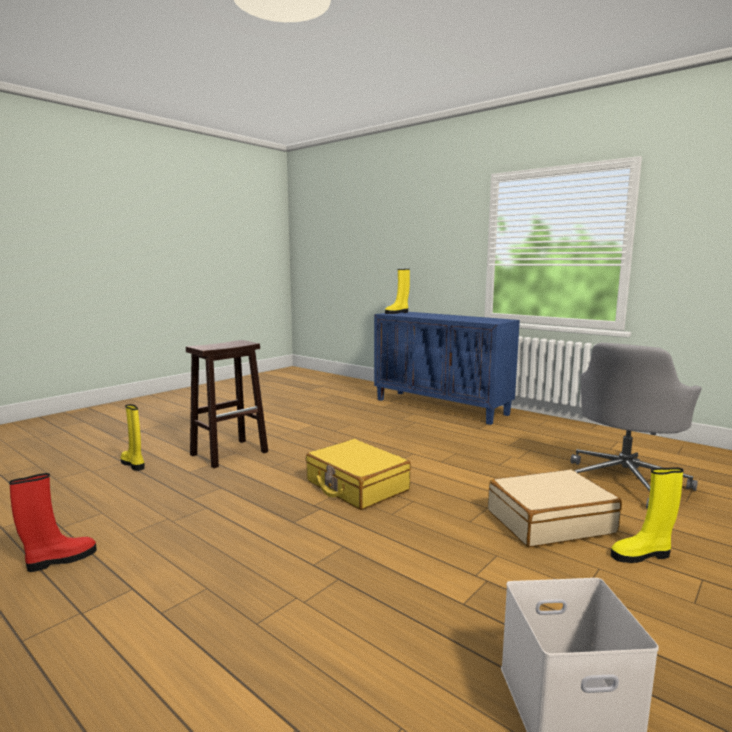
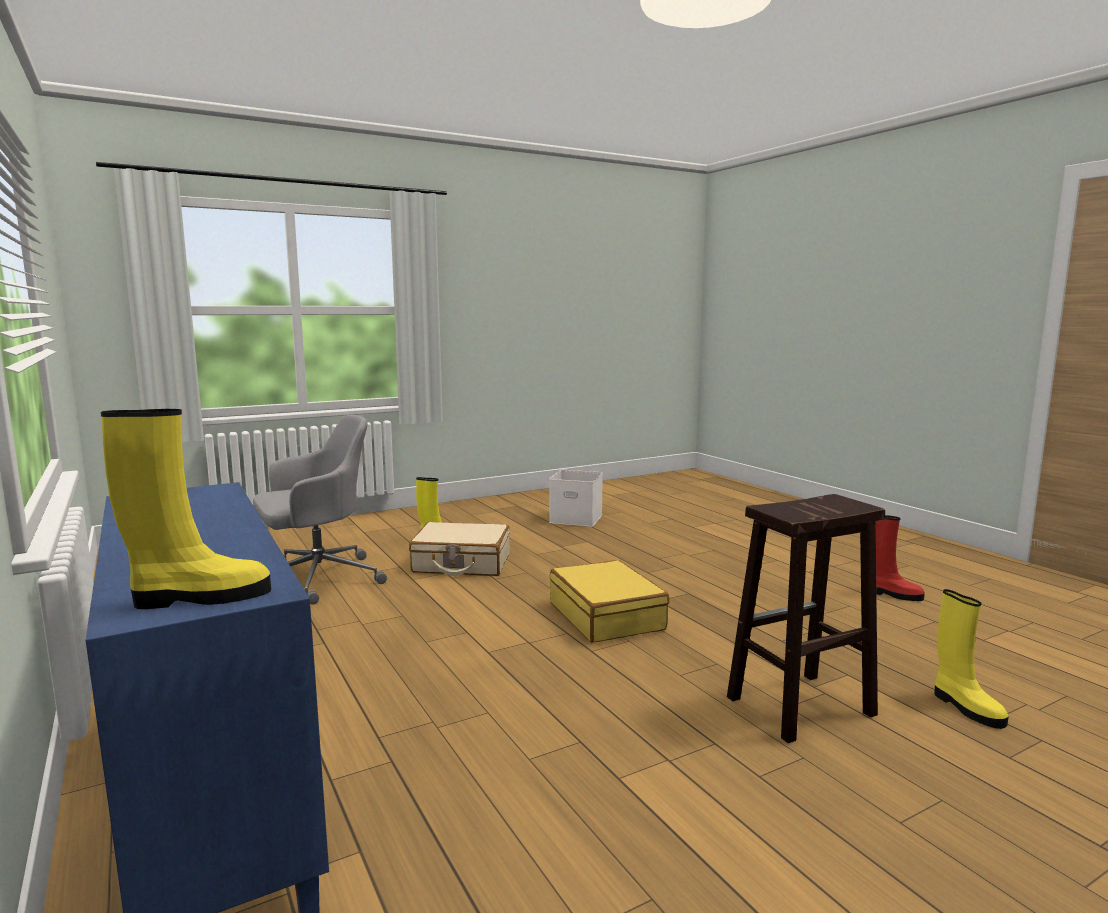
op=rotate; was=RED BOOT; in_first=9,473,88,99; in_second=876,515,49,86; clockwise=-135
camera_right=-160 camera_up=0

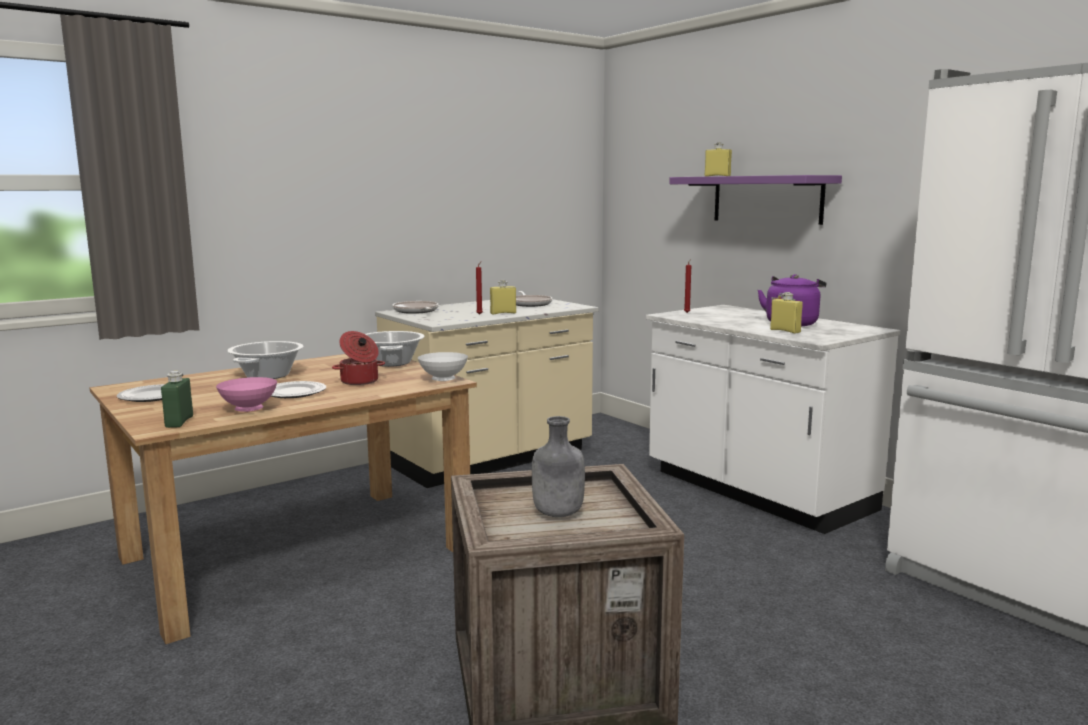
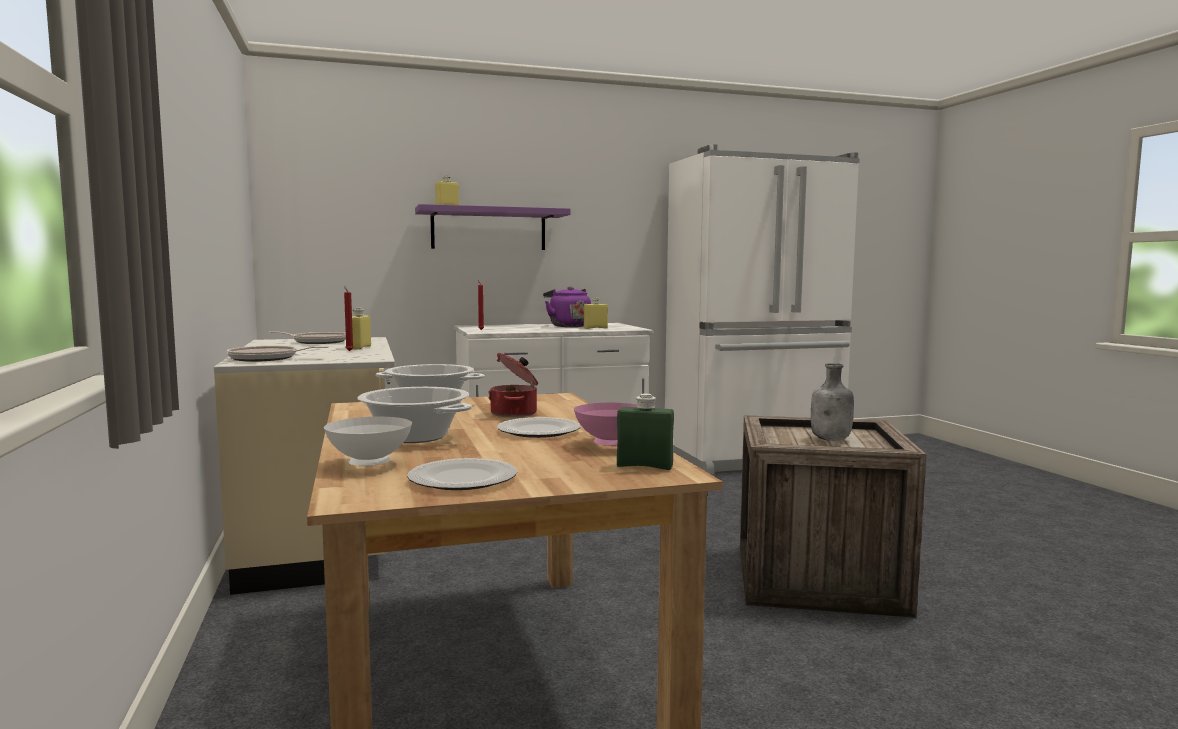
op=move; was=WHITE BOWL; in_first=418,352,50,29; in_second=324,417,88,49
camera_right=-70 camera_up=-5

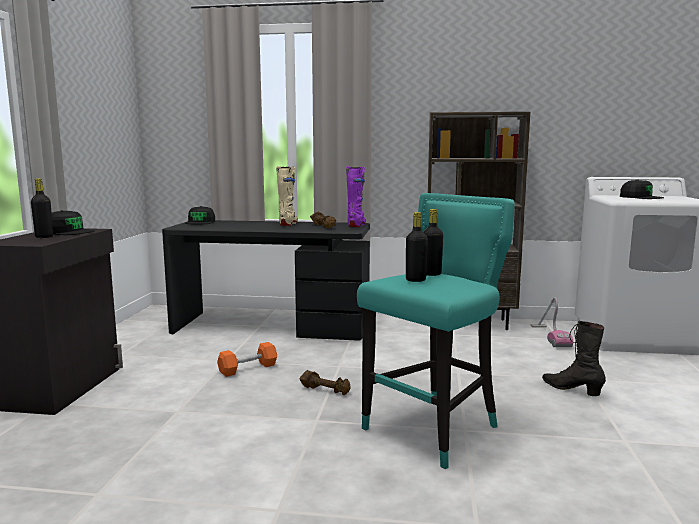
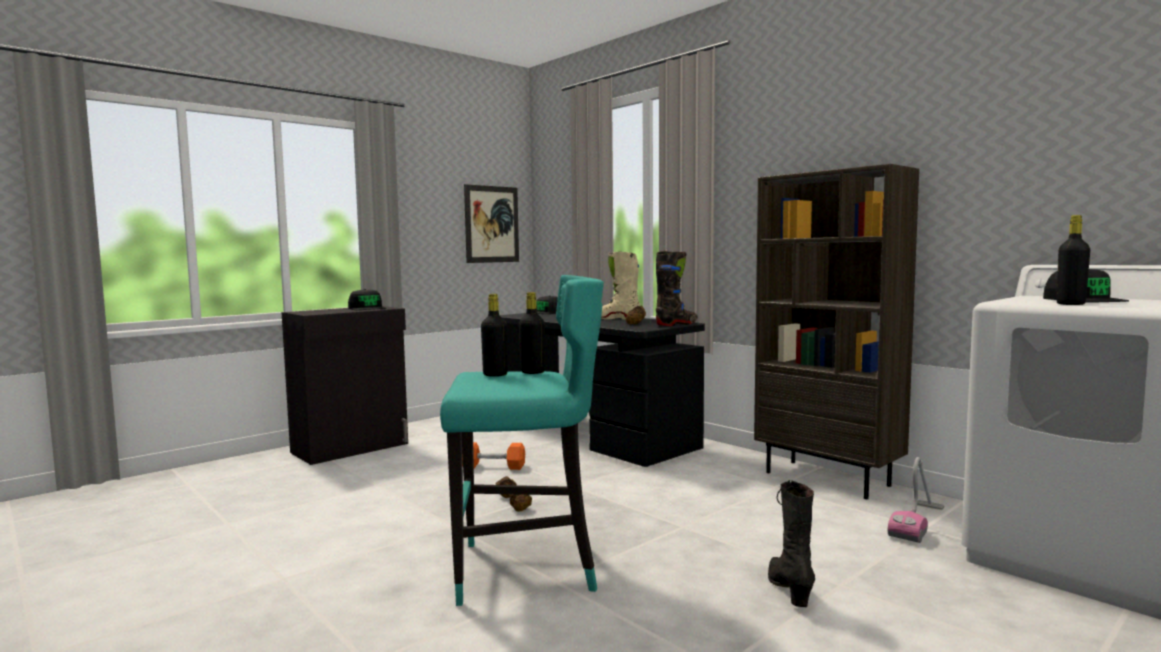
op=rotate; was=BEIGE BOOT; in_first=276,166,22,60; in_second=601,252,39,68; clockwise=-120
op=recolor; was=PURPLE BOOT; now=BLACK BOOT; in_first=346,166,20,61; in_second=656,251,42,75
op=move; was=BLACK BOTTLE; in_first=31,179,22,59; in_second=1056,215,34,90
op=insert; now=PICTURE; in_second=464,184,55,79
camera_right=40 camera_up=-5

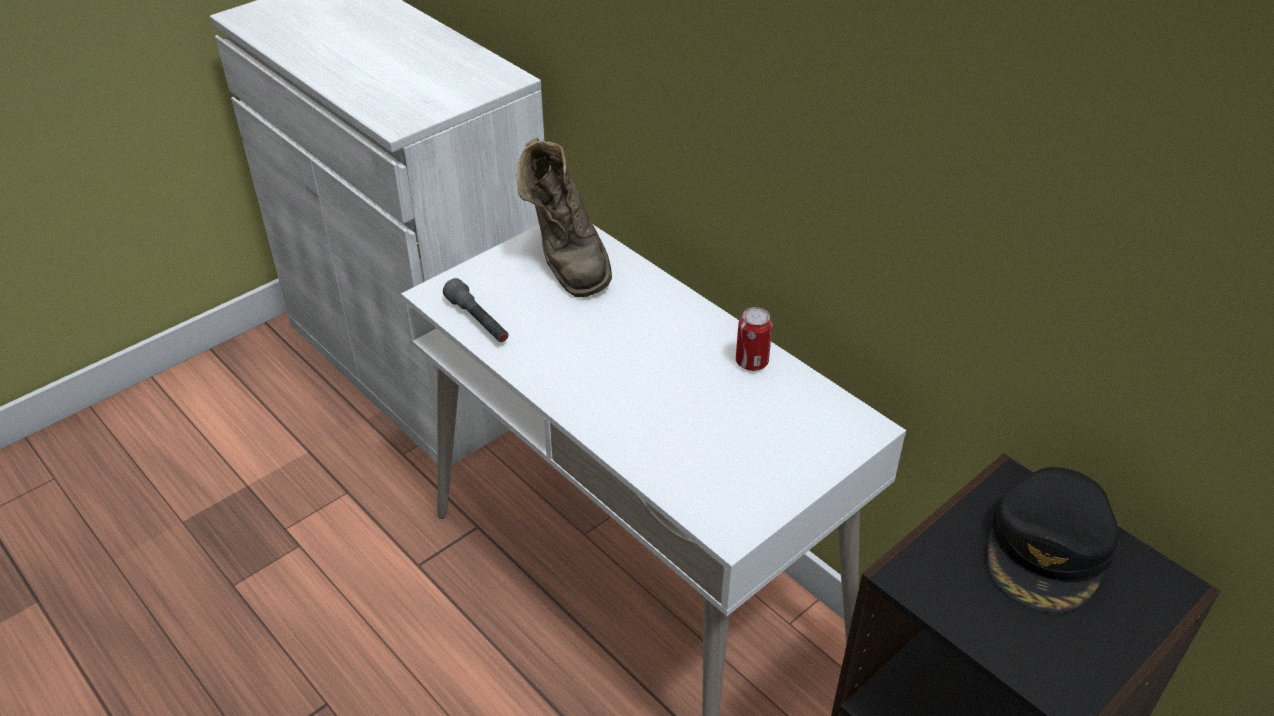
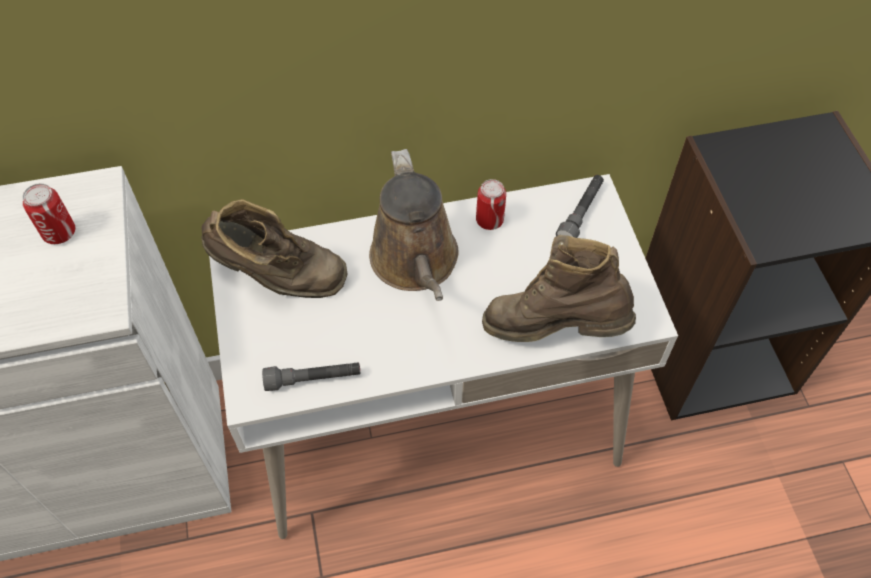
op=delete; was=BLACK CAP; in_first=987,467,132,147
op=insert; now=BROWN WATERING CAN; in_second=369,149,90,152
op=insert; now=GREY FLASHLIGHT; in_second=556,175,48,63
op=insert; now=CAN; in_second=23,183,52,61
op=insert; now=BROWN BOOT; in_second=482,235,154,107
camera_right=-60 camera_up=15

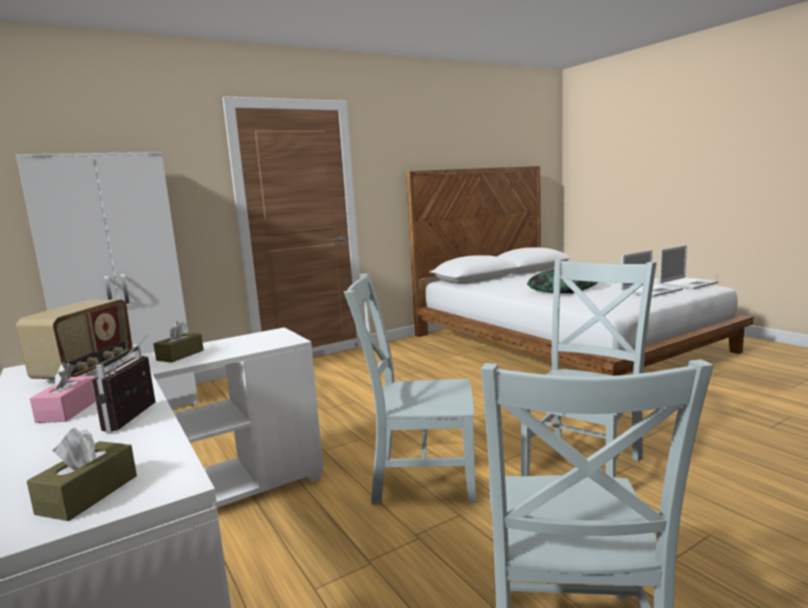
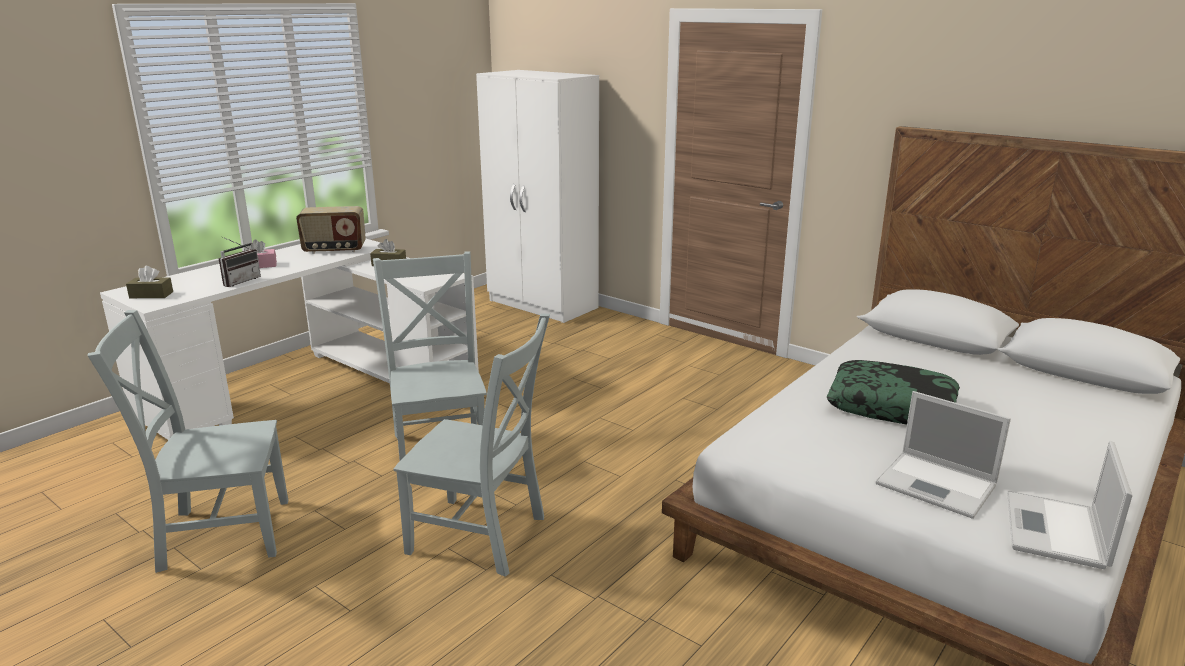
op=rotate; was=LAPTOP; in_first=658,245,61,45; in_second=1007,441,125,128; clockwise=75
op=rotate; was=RADIO; in_first=92,334,63,98; in_second=219,236,42,51; clockwise=135
camera_right=70 camera_up=10

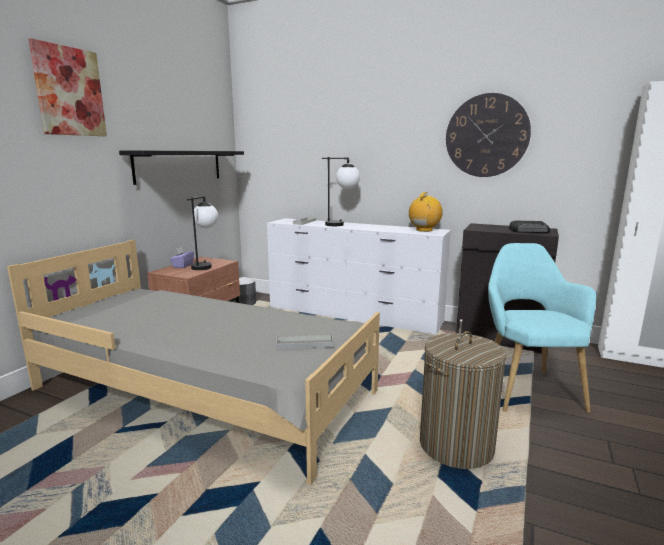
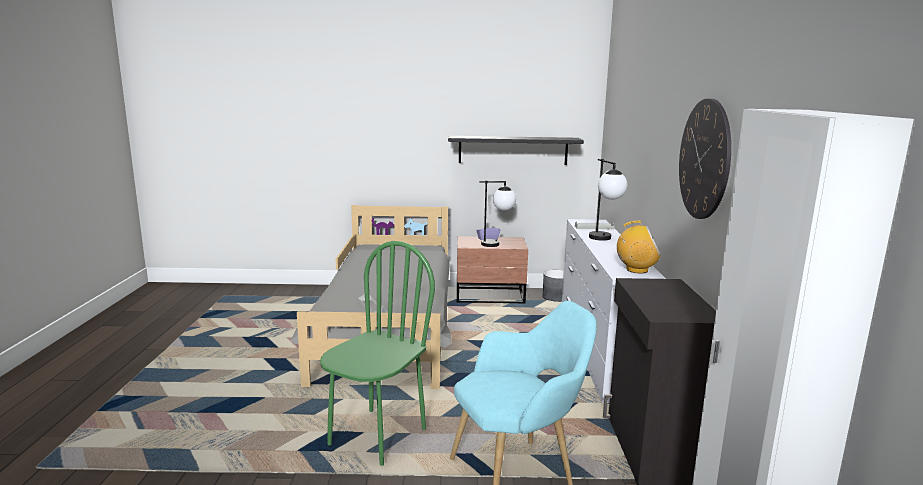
op=delete; was=PICTURE; in_first=28,38,79,98
op=delete; was=RADIO; in_first=509,221,41,12
op=replace; was=LAUNDRY BASKET; now=GREEN CHAIR; in_first=420,331,87,138; in_second=320,241,115,225
camera_right=65 camera_up=0

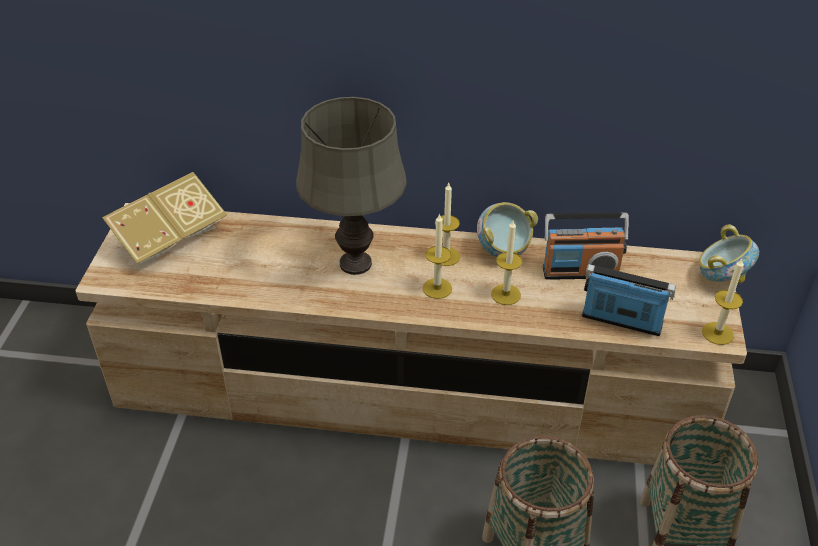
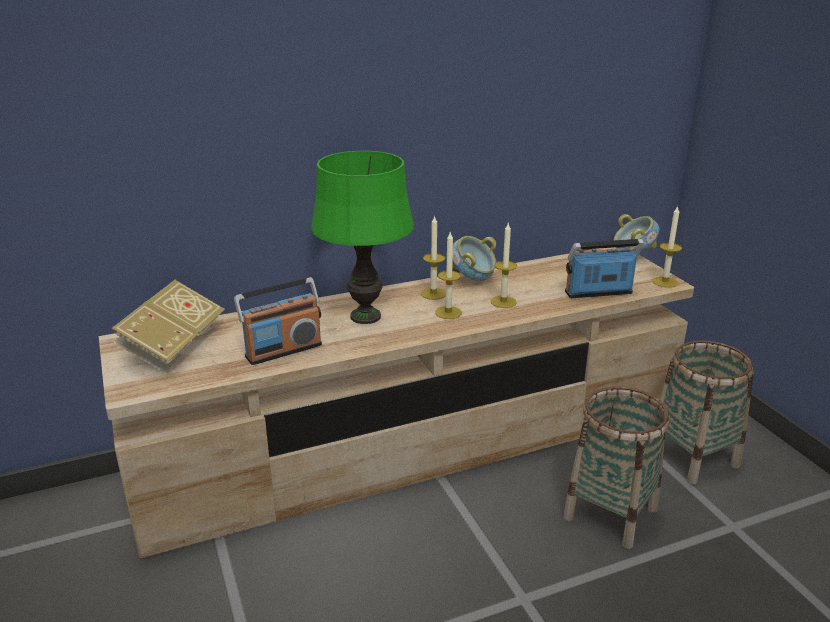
op=recolor; was=GREY TABLE LAMP; now=GREEN TABLE LAMP; in_first=296,97,111,178; in_second=311,151,103,173
op=move; was=RADIO; in_first=543,212,86,68; in_second=234,277,88,88
camera_right=-30 camera_up=-15

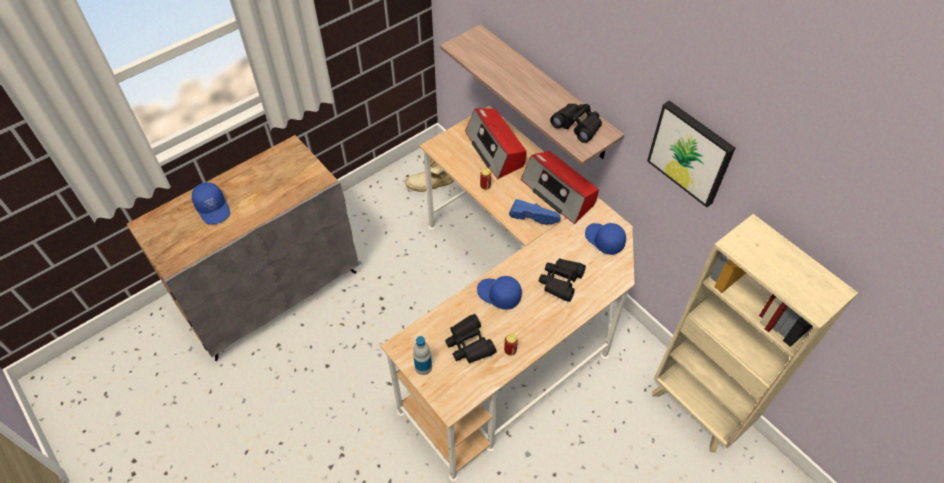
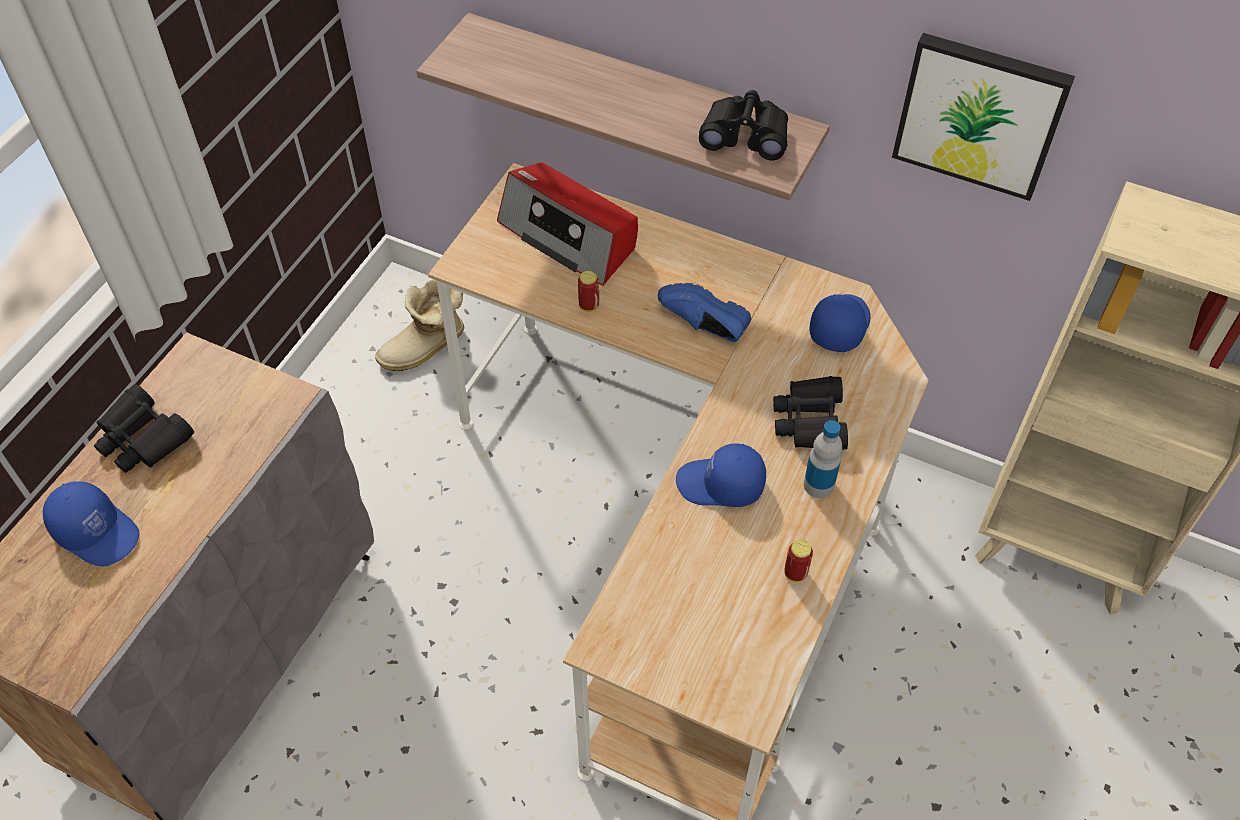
op=delete; was=RADIO; in_first=521,151,78,73
op=rotate; was=BLUE SHOE; in_first=509,199,52,26; in_second=658,283,93,59; clockwise=-150
op=rotate; was=BLUE CAP; in_first=585,223,41,32; in_second=809,294,62,58; clockwise=90
op=move; was=BLACK BINOCULARS; in_first=445,314,51,49; in_second=94,384,100,89
op=move; was=BOTTLE; in_first=413,336,19,39; in_second=804,420,38,78
camera_right=-25 camera_up=0

